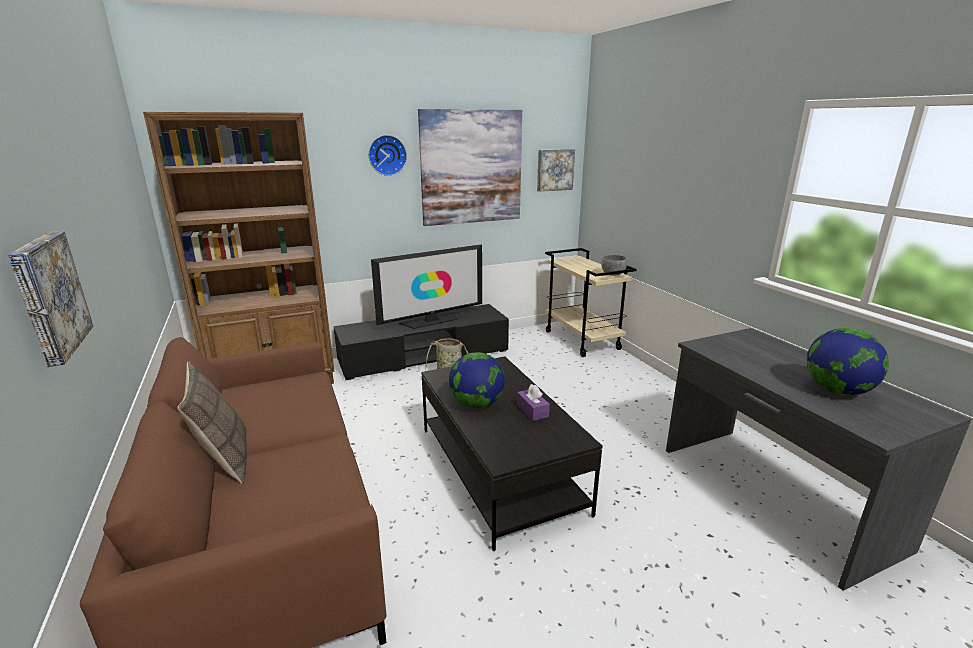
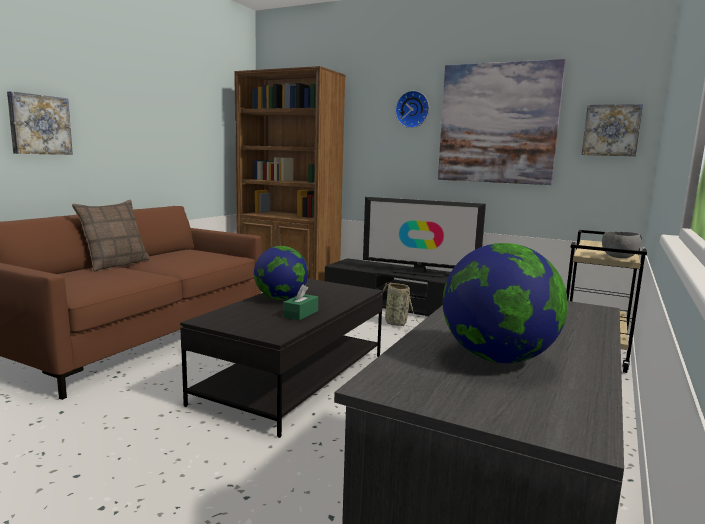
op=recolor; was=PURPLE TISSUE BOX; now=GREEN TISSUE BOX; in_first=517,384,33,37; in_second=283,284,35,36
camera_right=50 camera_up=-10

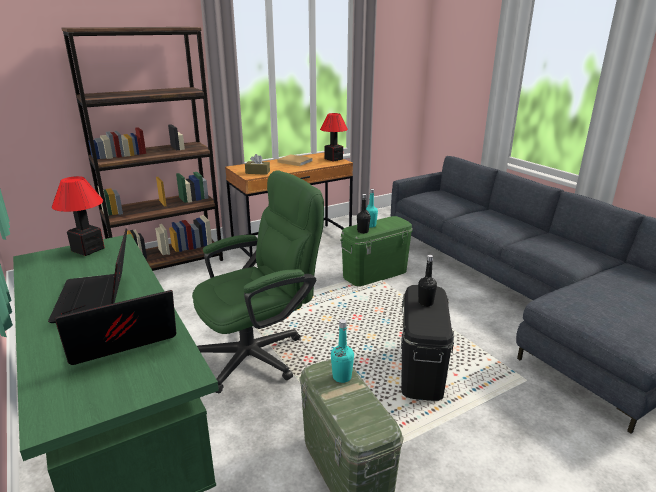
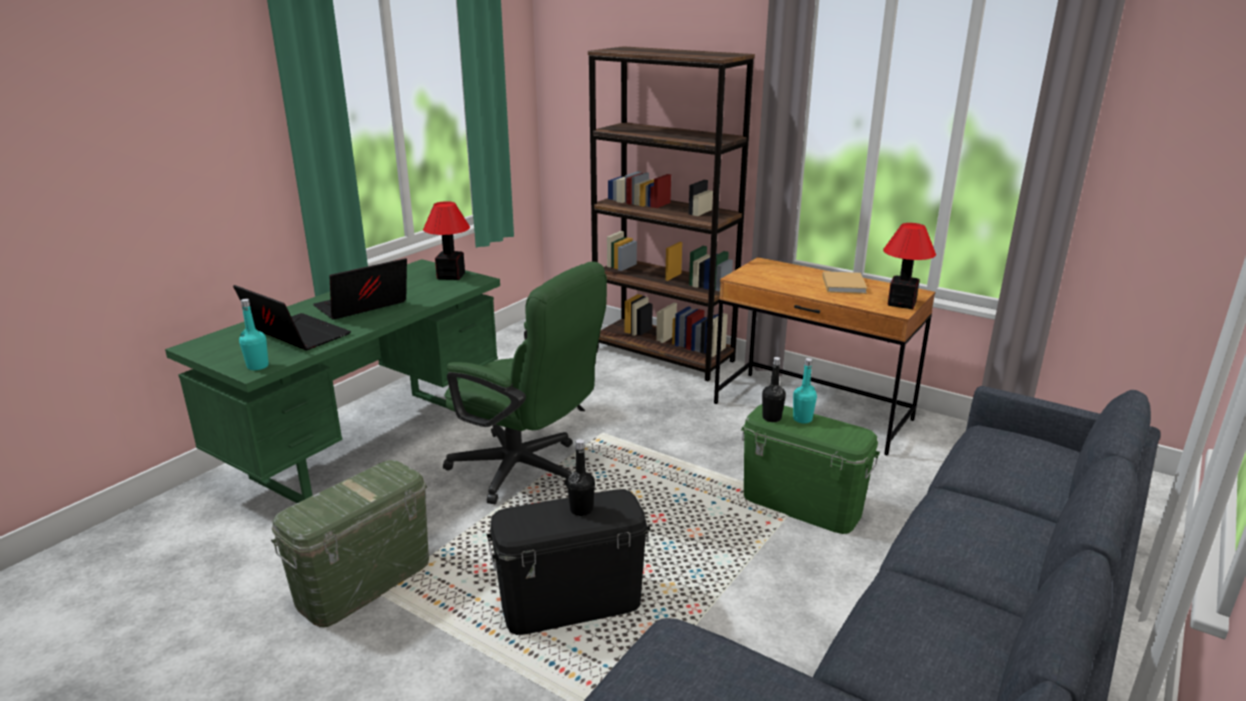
op=delete; was=BROWN TISSUE BOX; in_first=245,154,25,21
op=move; was=TURQUOISE BOTTLE; in_first=331,319,23,64; in_second=239,299,30,71
camera_right=65 camera_up=0

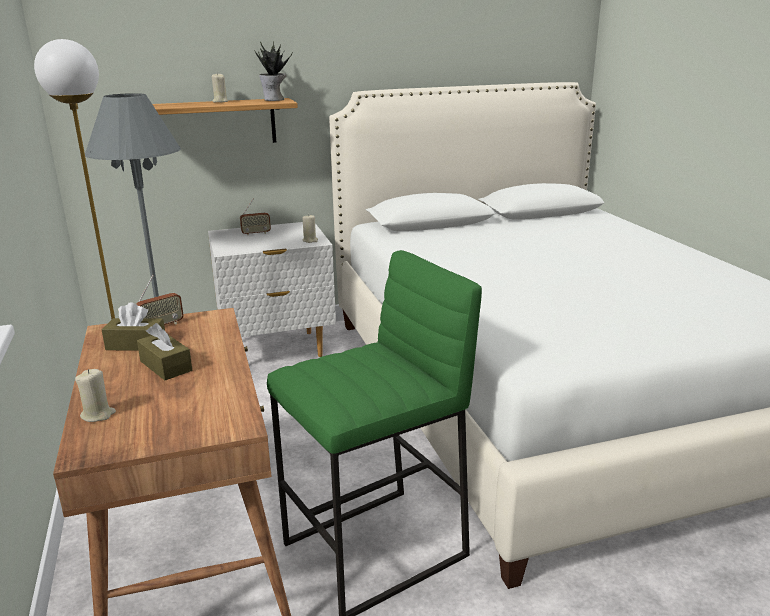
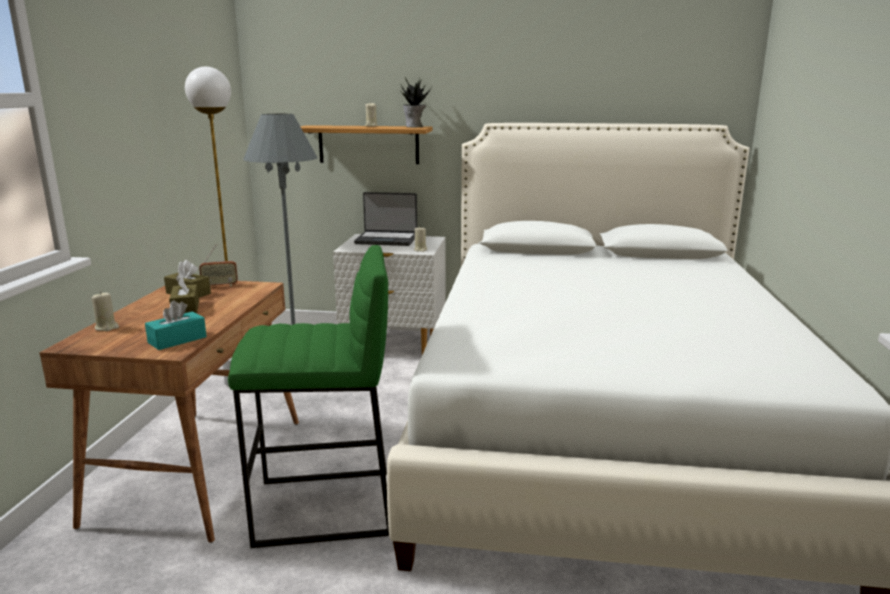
op=replace; was=RADIO; now=LAPTOP; in_first=240,198,31,38; in_second=354,192,63,54
op=insert; now=TURQUOISE TISSUE BOX; in_second=145,301,62,49
camera_right=25 camera_up=-5

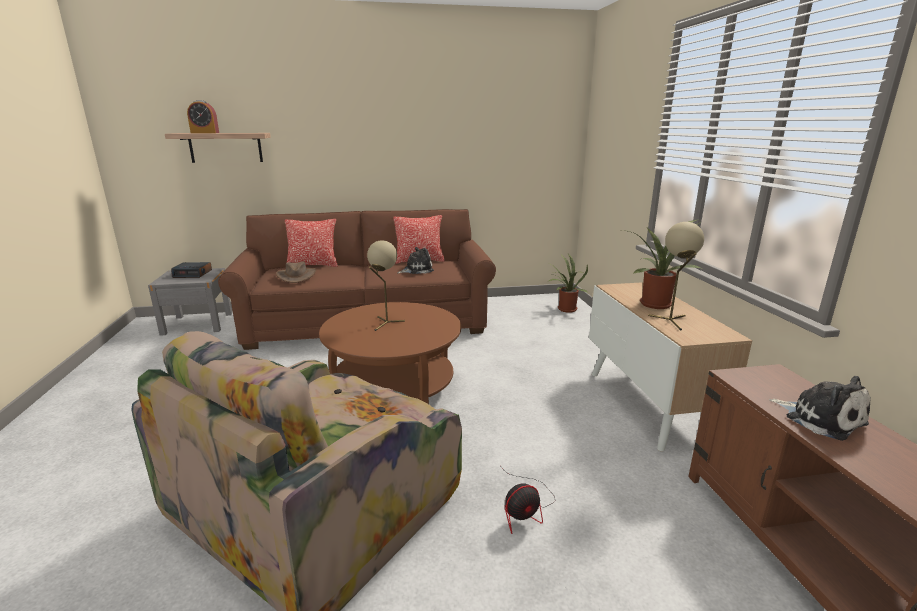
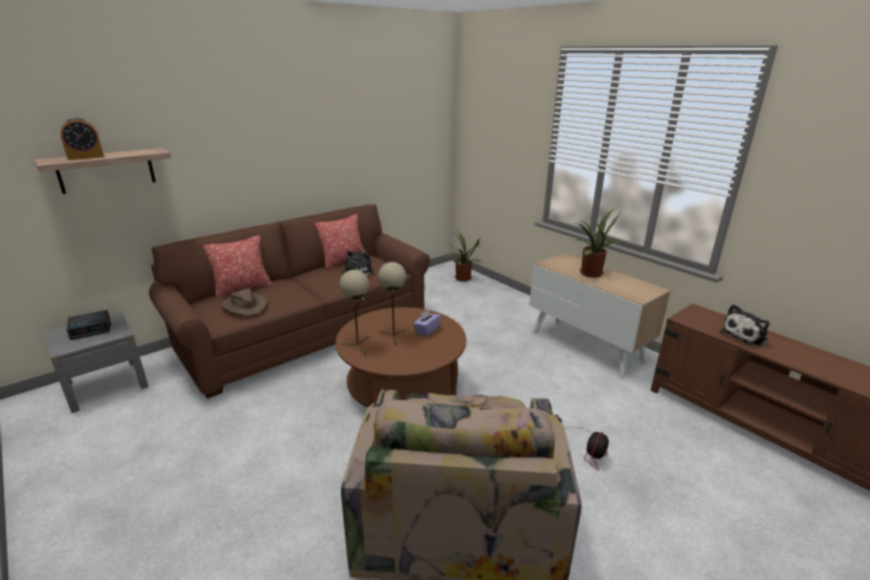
op=move; was=BEIGE TABLE LAMP; in_first=648,222,56,109; in_second=340,270,29,85
op=rotate; was=PLUSH TOY; in_first=769,376,102,65; in_second=720,304,50,42; clockwise=120
op=insert; now=PURPLE TISSUE BOX; in_second=413,309,28,27
camera_right=-30 camera_up=5

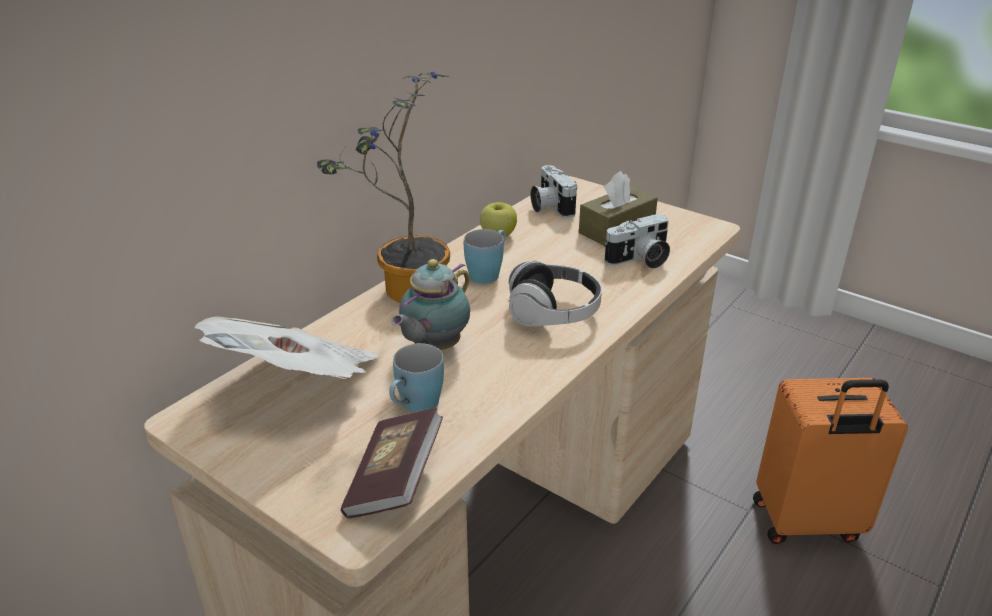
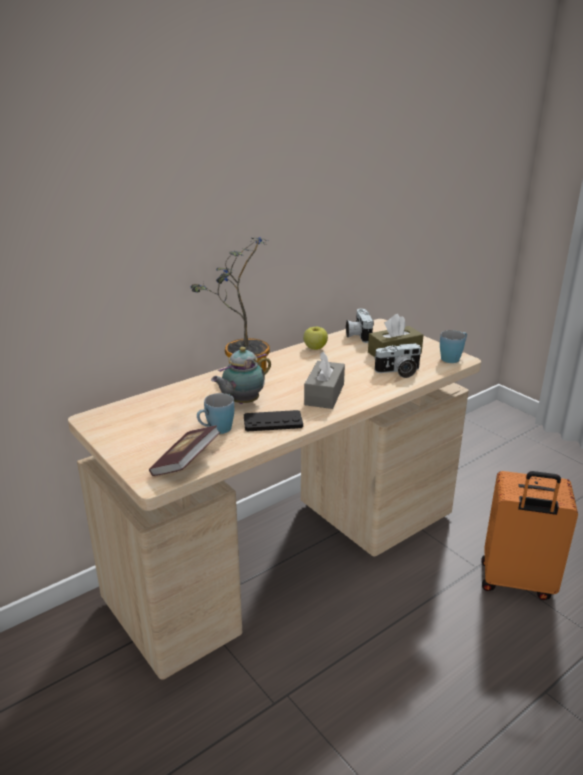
op=move; was=BLUE MUG; in_first=464,229,42,55; in_second=440,330,27,33
op=replace; was=HEADPHONES; now=GREY TISSUE BOX; in_first=507,261,95,66; in_second=304,351,41,58
op=delete; was=NEWSPAPER; in_first=195,316,184,63
op=insert; now=BLACK GAME CONTROLLER; in_second=244,410,59,21
camera_right=15 camera_up=-5

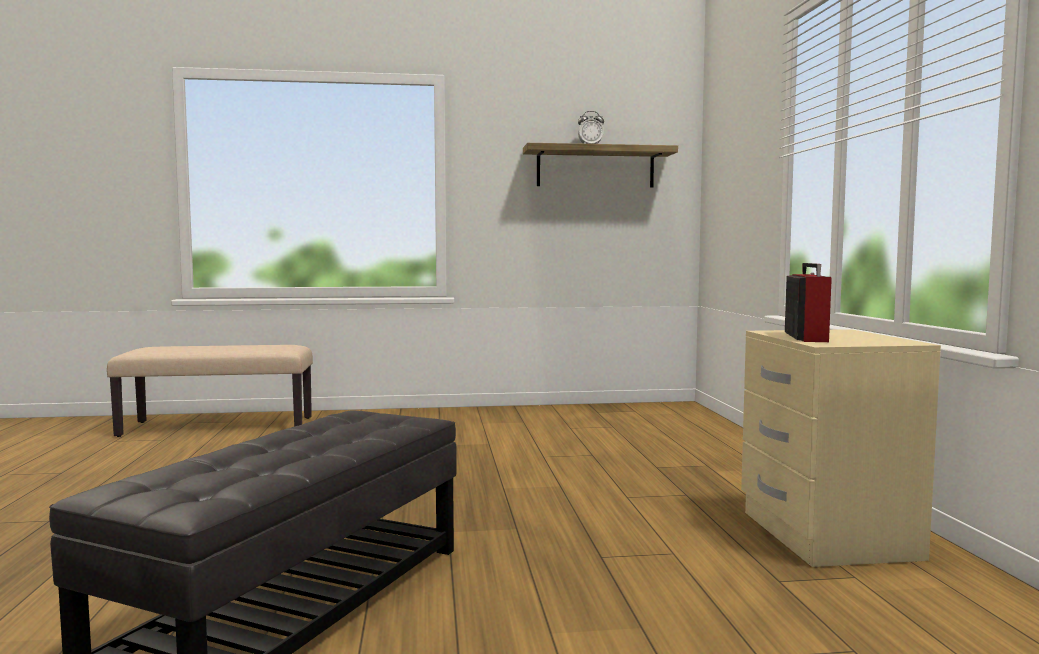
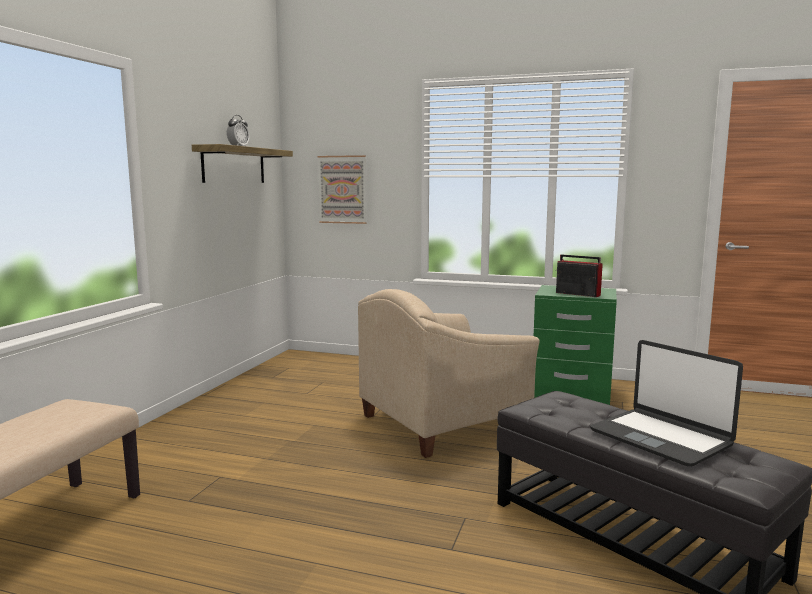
op=recolor; was=BEIGE NIGHTSTAND; now=GREEN NIGHTSTAND; in_first=741,329,200,238; in_second=534,285,83,120
op=insert; now=PICTURE; in_second=318,155,49,69
op=insert; now=BEIGE ARMCHAIR; in_second=358,289,182,169
op=insert; now=LAPTOP; in_second=590,340,153,127
camera_right=-65 camera_up=5

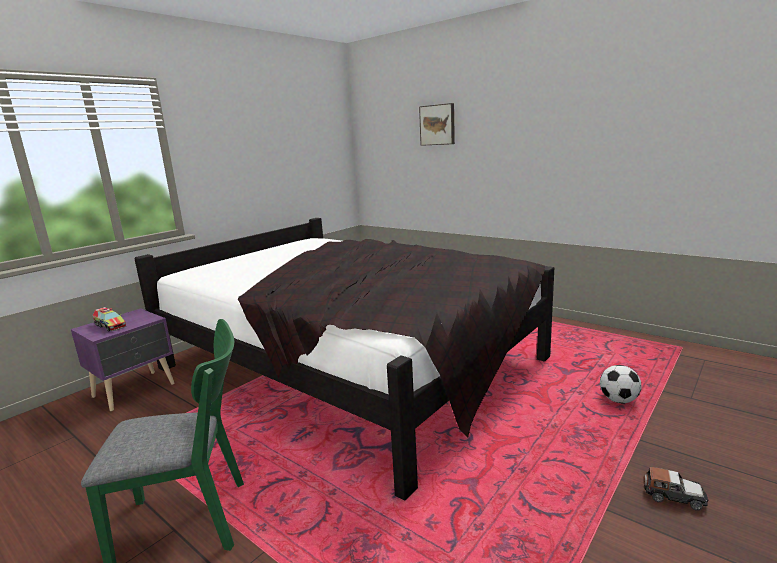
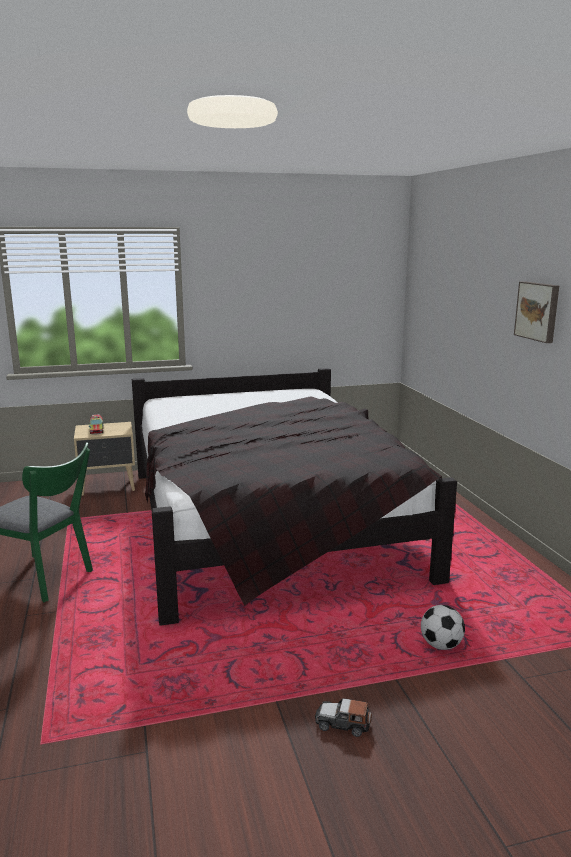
op=move; was=PICTURE; in_first=419,103,36,43; in_second=514,281,45,62
op=recolor; was=PURPLE NIGHTSTAND; now=BEIGE NIGHTSTAND; in_first=71,309,103,102; in_second=74,422,61,74
op=rotate; was=TOY CAR; in_first=643,467,65,44; in_second=315,698,57,39; clockwise=135
camera_right=35 camera_up=0

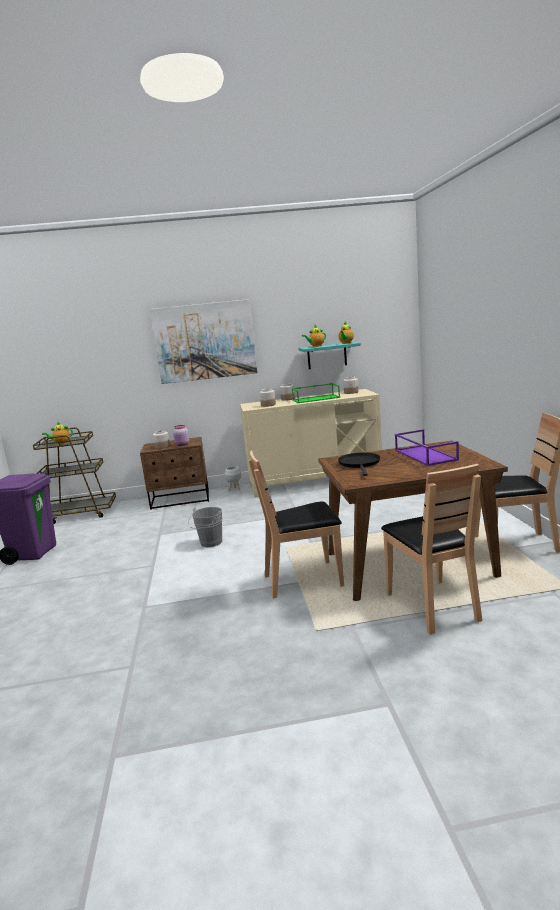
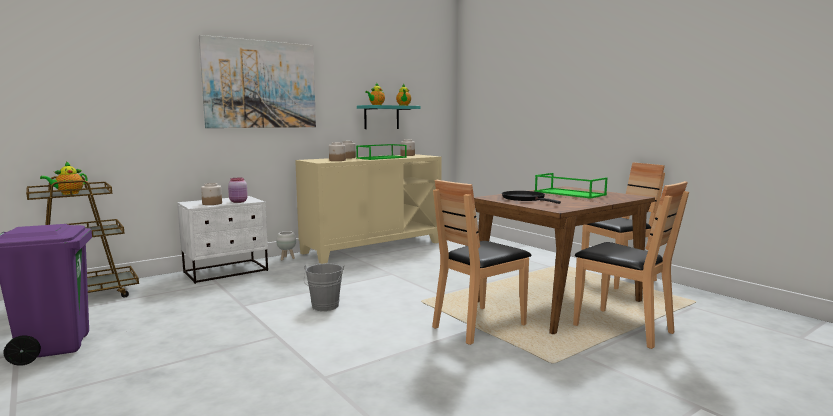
op=recolor; was=PURPLE TRAY; now=GREEN TRAY; in_first=395,429,64,37; in_second=535,173,73,26
op=recolor; was=BROWN NIGHTSTAND; now=WHITE NIGHTSTAND; in_first=140,437,69,73; in_second=177,196,91,88
camera_right=-30 camera_up=-5

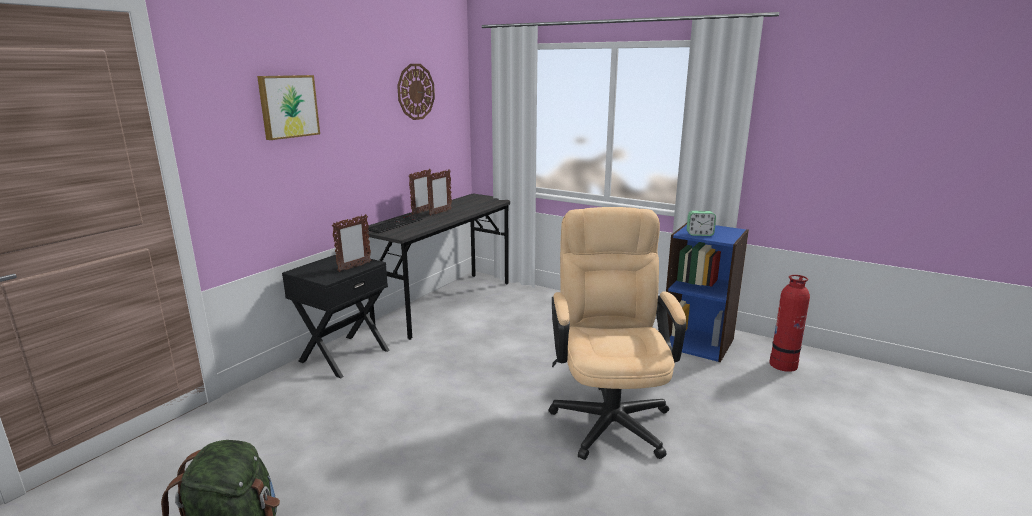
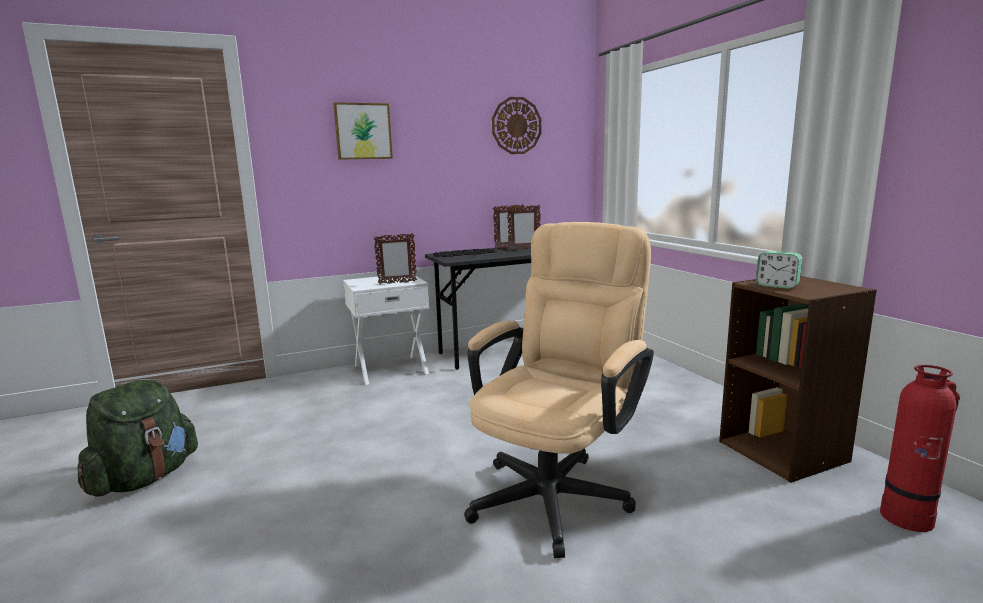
op=recolor; was=BLUE BOOKCASE; now=BROWN BOOKCASE; in_first=666,223,83,139; in_second=719,276,158,207
op=recolor; was=BLACK NIGHTSTAND; now=WHITE NIGHTSTAND; in_first=282,254,108,124; in_second=343,275,86,110
camera_right=35 camera_up=-5

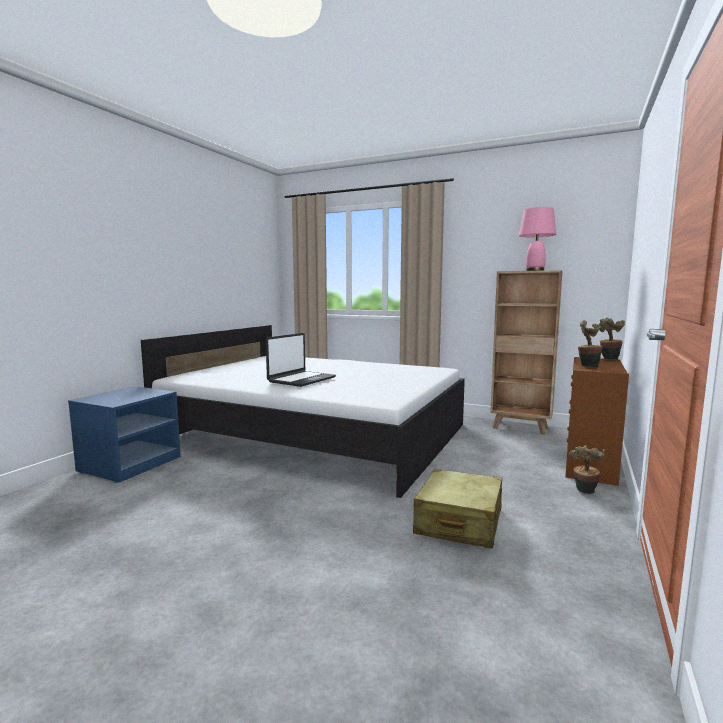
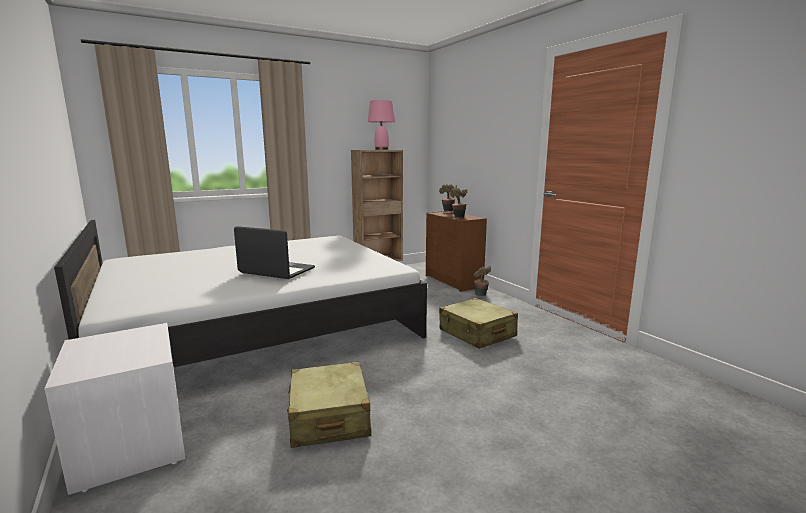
op=rotate; was=LAPTOP; in_first=266,333,70,54; in_second=234,226,81,53; clockwise=-45
op=recolor; was=BLUE NIGHTSTAND; now=WHITE NIGHTSTAND; in_first=68,386,113,97; in_second=44,323,142,172
op=insert; now=BEIGE SUITCASE; in_second=287,362,84,86
camera_right=-55 camera_up=5

